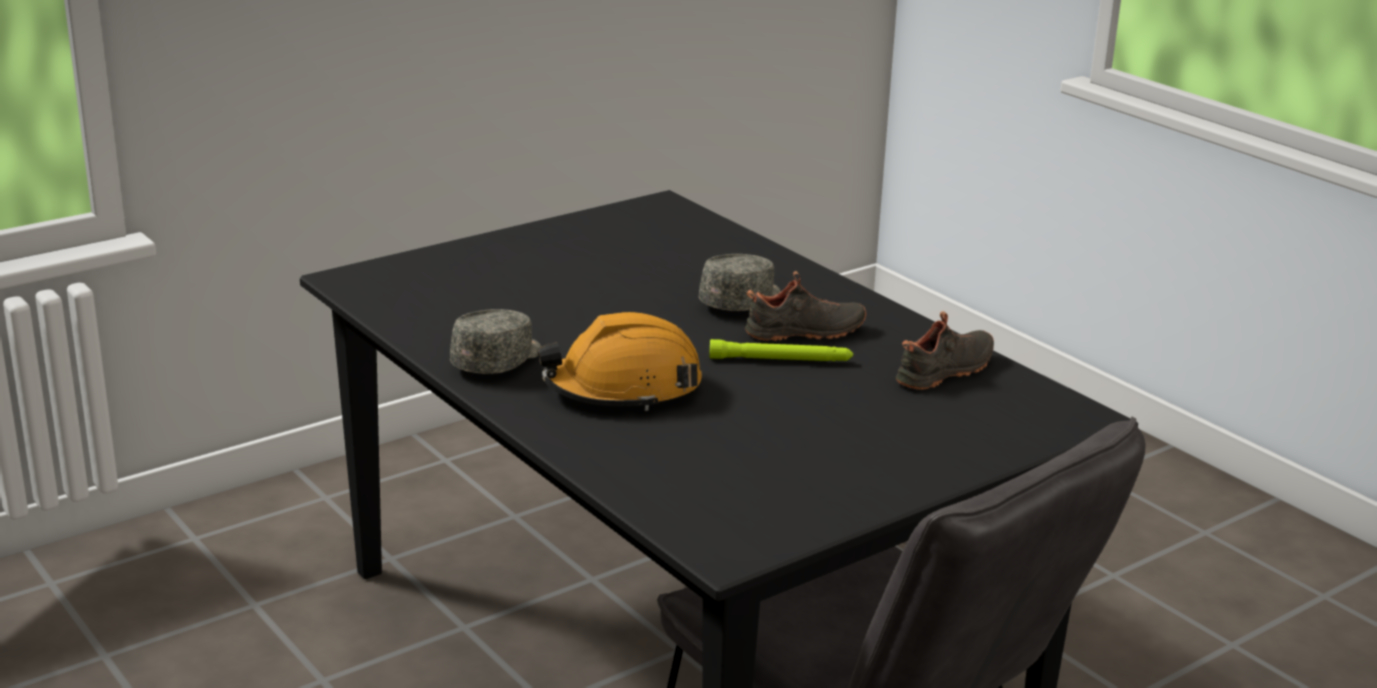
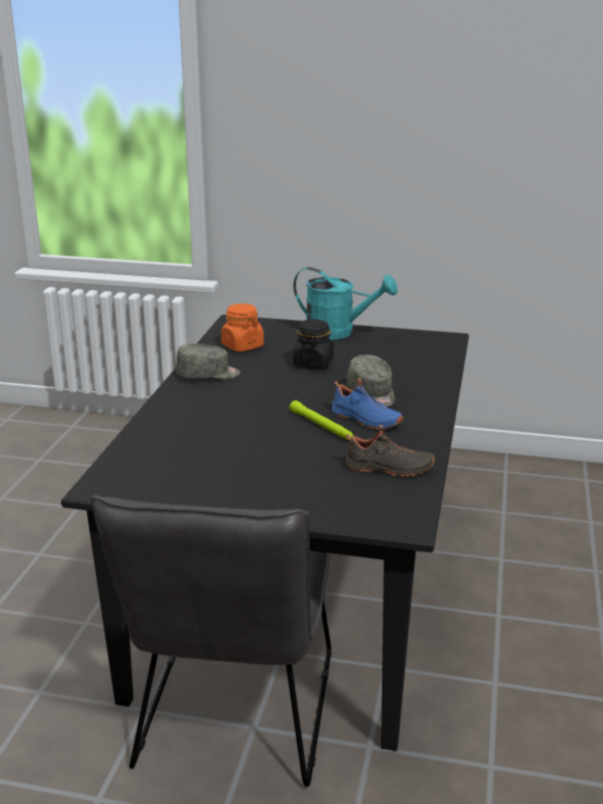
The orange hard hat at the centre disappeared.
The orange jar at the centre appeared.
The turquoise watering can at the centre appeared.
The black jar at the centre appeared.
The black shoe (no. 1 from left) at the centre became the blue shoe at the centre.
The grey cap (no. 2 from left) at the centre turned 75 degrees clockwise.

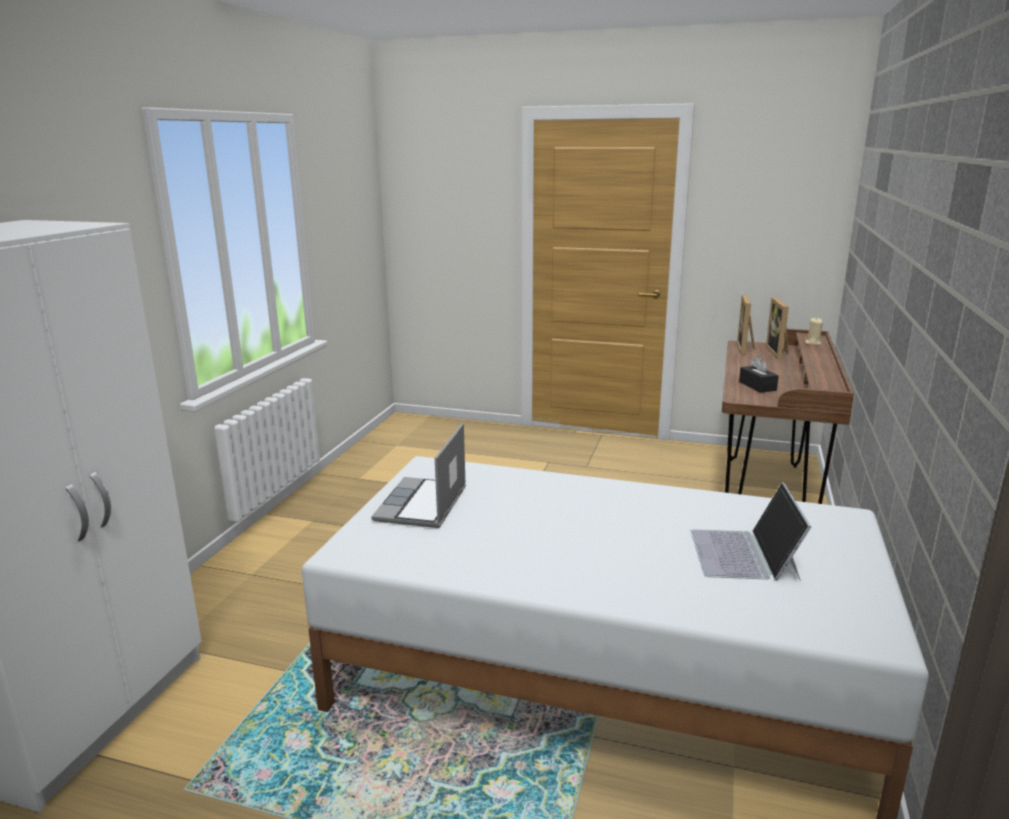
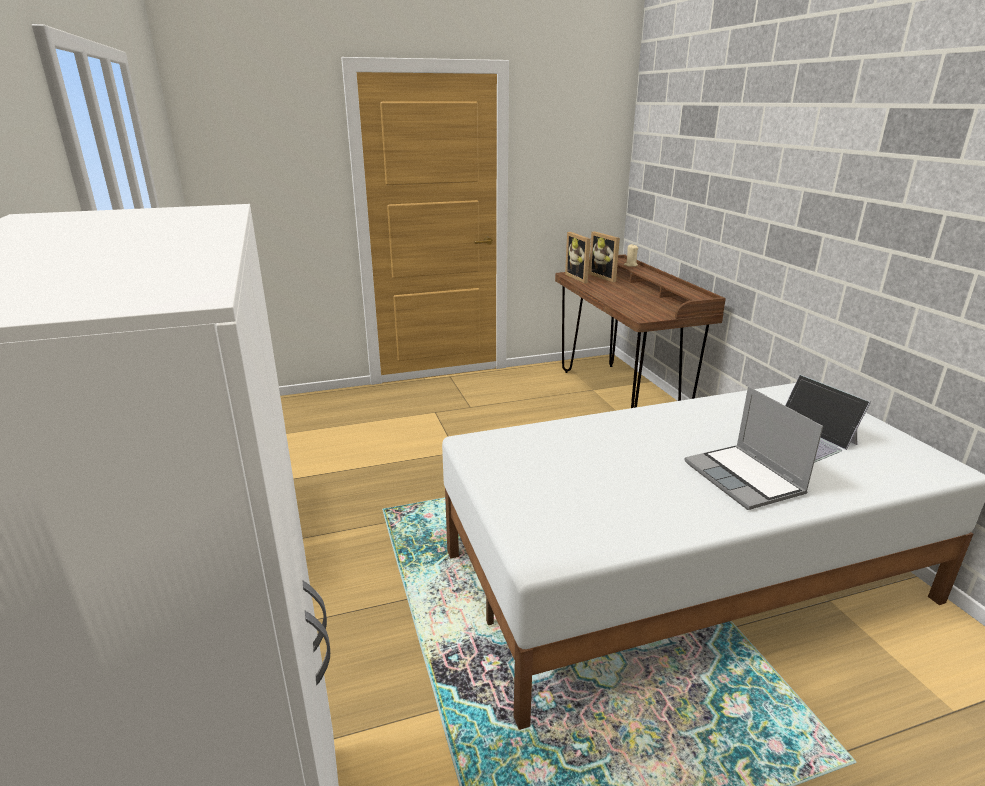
The black tissue box at the middle right disappeared.
The laptop (no. 1 from left) moved from the centre to the middle right.

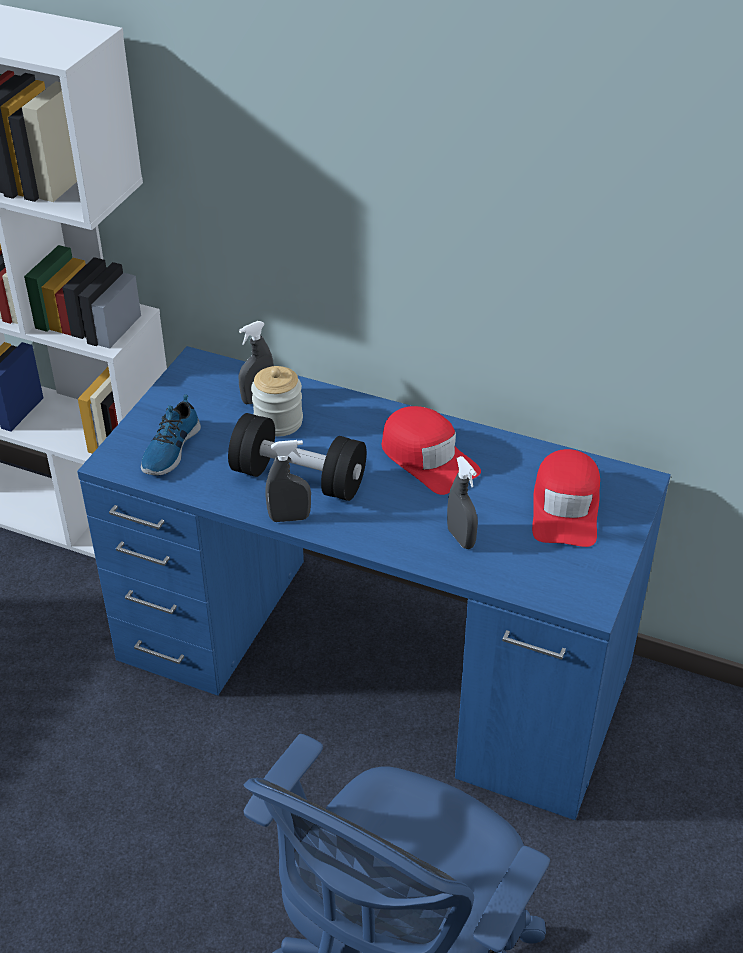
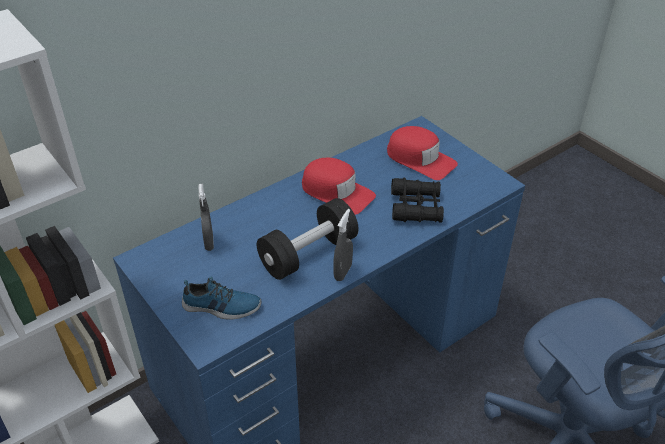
The jar at the centre disappeared.
The grey spray bottle (no. 3 from left) at the centre was replaced by the black binoculars at the centre.
The shoe at the middle left turned 45 degrees counterclockwise.
The red cap (no. 1 from left) at the centre turned 45 degrees clockwise.

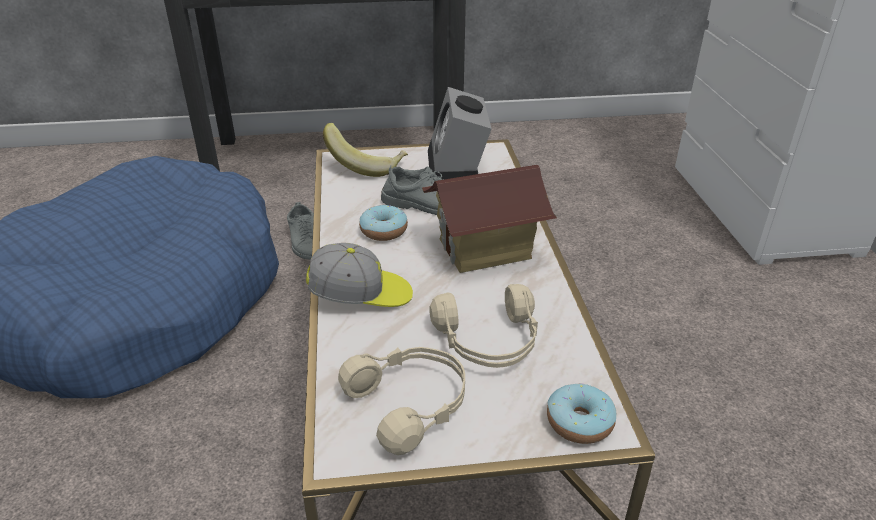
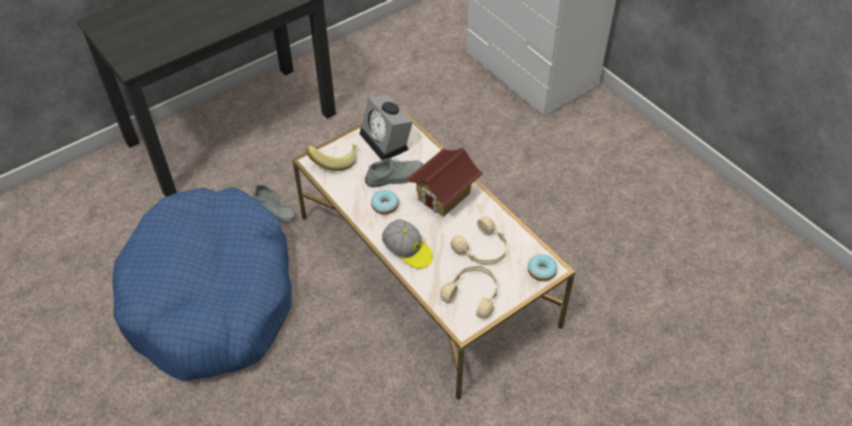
The cap at the centre turned 75 degrees clockwise.

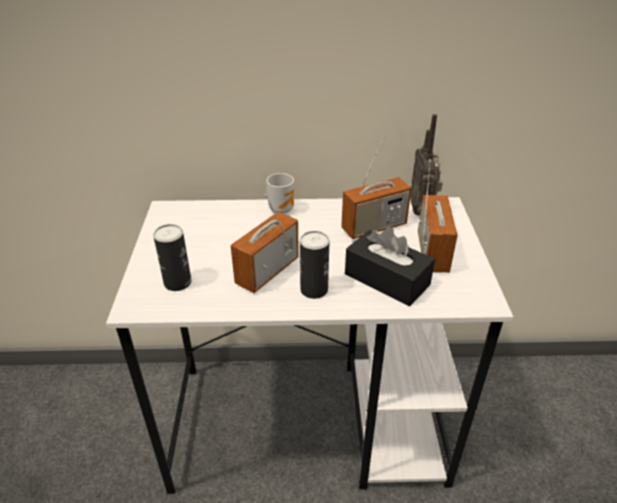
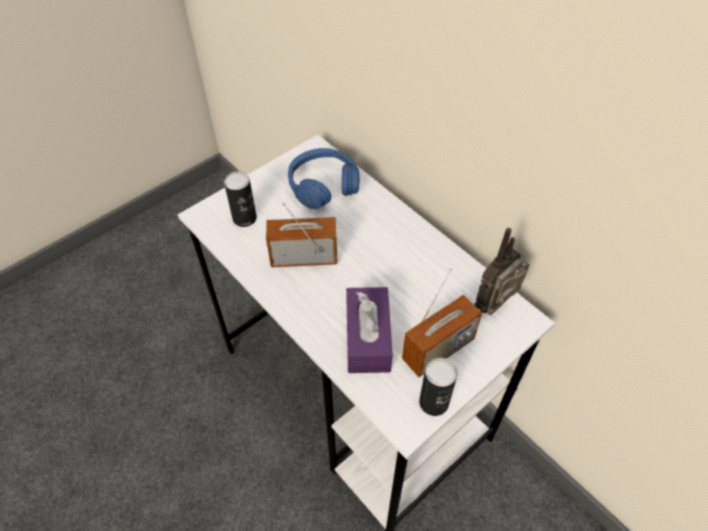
The mug at the centre disappeared.
The radio (no. 2 from left) at the centre disappeared.
The blue headphones at the centre appeared.
The can (no. 2 from left) moved from the centre to the bottom centre.
The black tissue box at the centre became the purple tissue box at the centre.

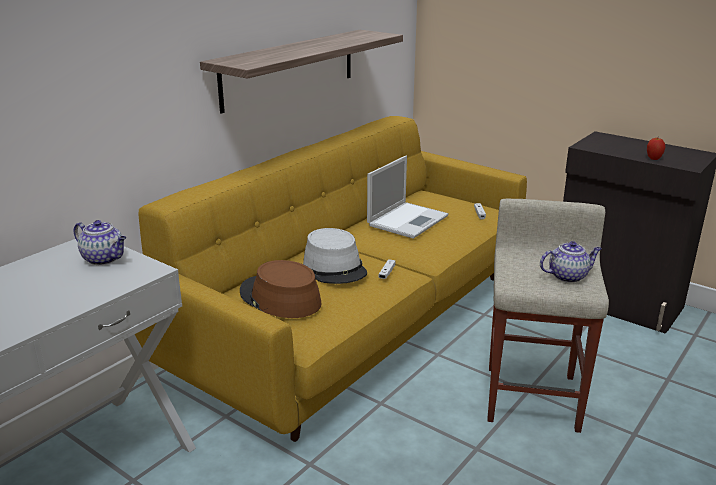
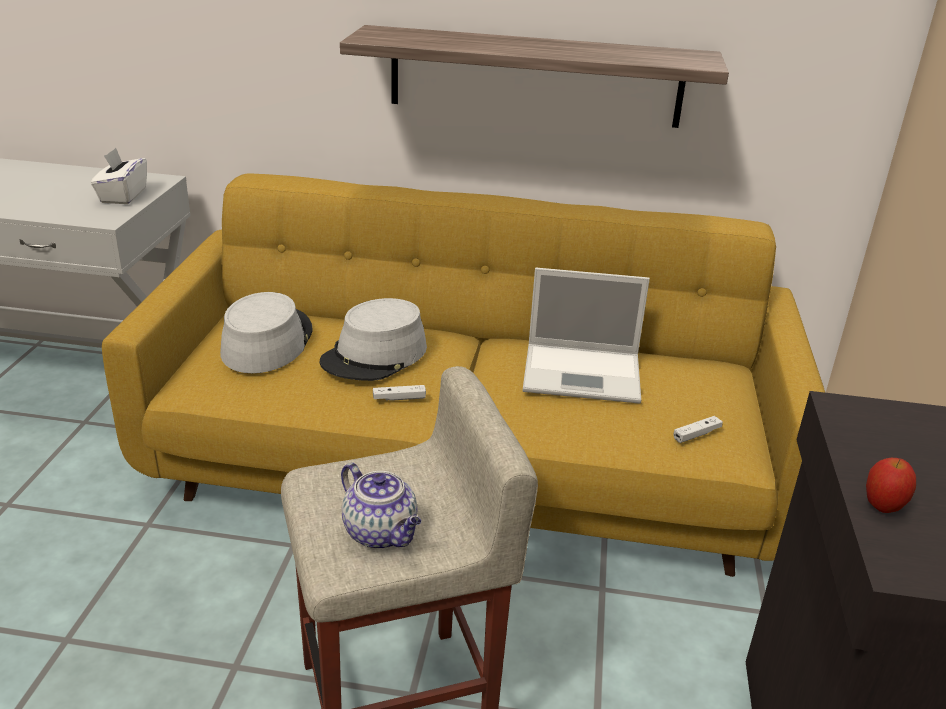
The teapot (no. 1 from left) at the middle left was replaced by the white tissue box at the top left.
The brown hat at the centre became the grey hat (no. 1 from left) at the middle left.

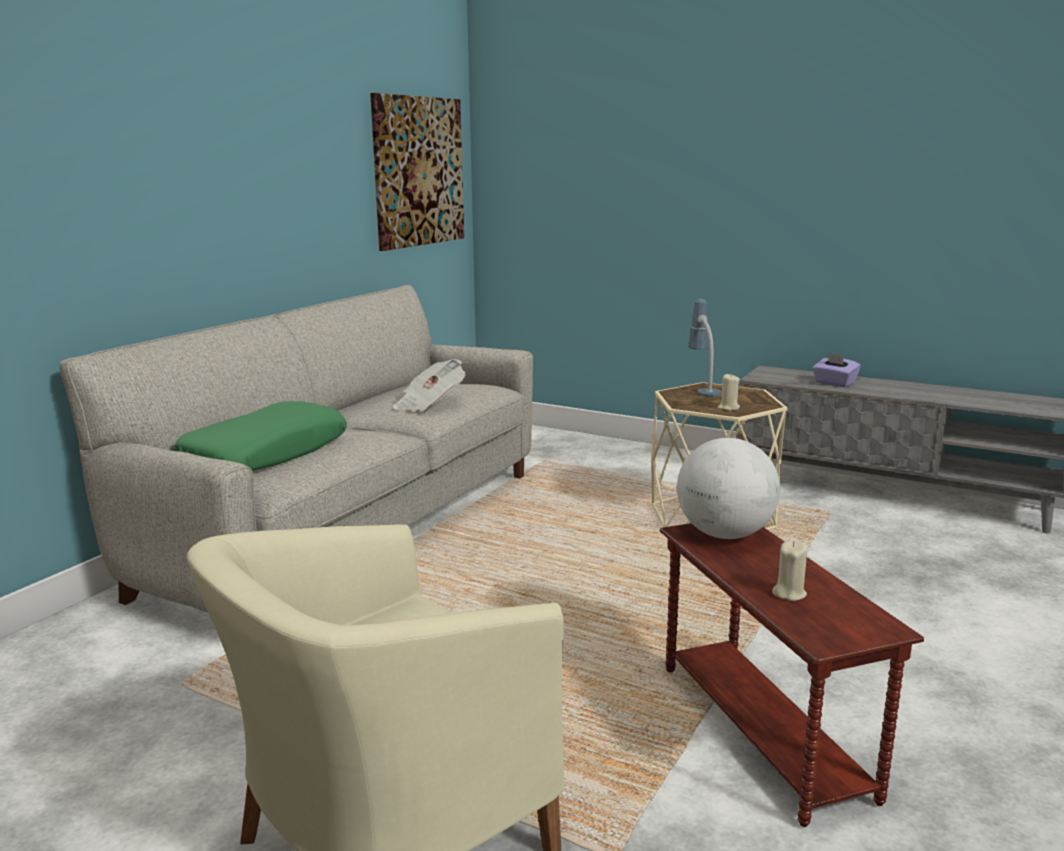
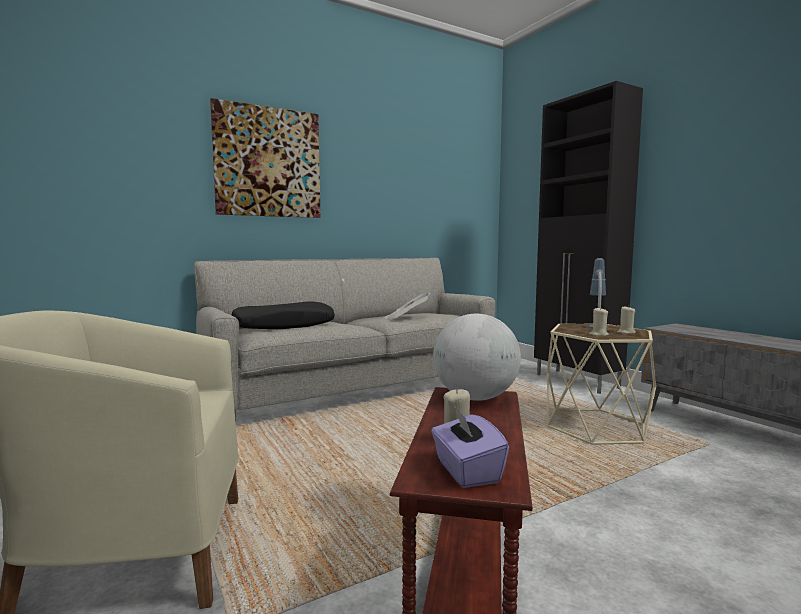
The black cabinet at the middle right appeared.
The beige candle (no. 3 from left) at the middle right appeared.
The picture moved from the top centre to the top left.
The purple tissue box moved from the middle right to the bottom centre.
The green pillow at the middle left became the black pillow at the centre.

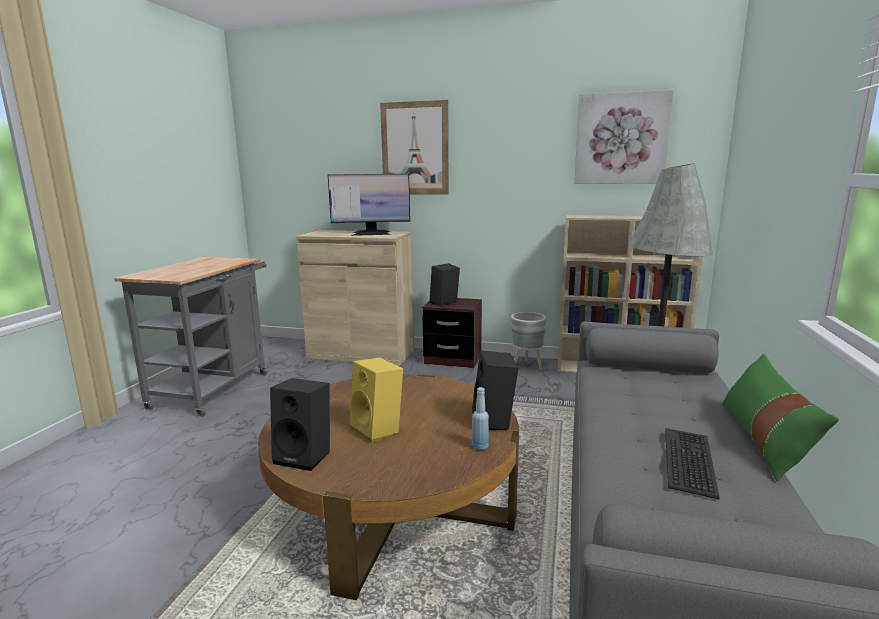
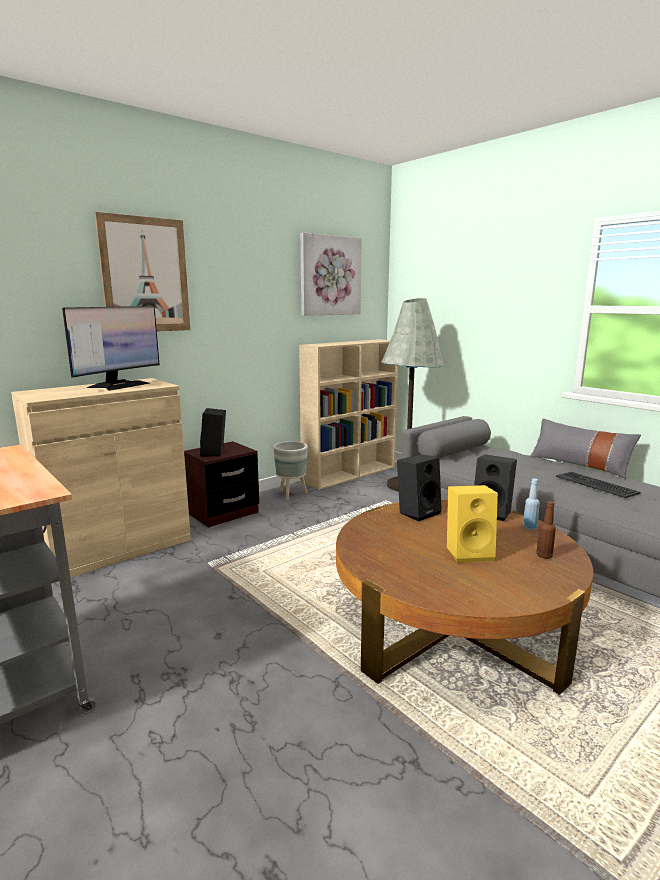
The brown bottle at the middle right appeared.
The black speaker (no. 1 from left in the first image) moved from the bottom centre to the centre.
The green pillow at the bottom right became the grey pillow at the middle right.

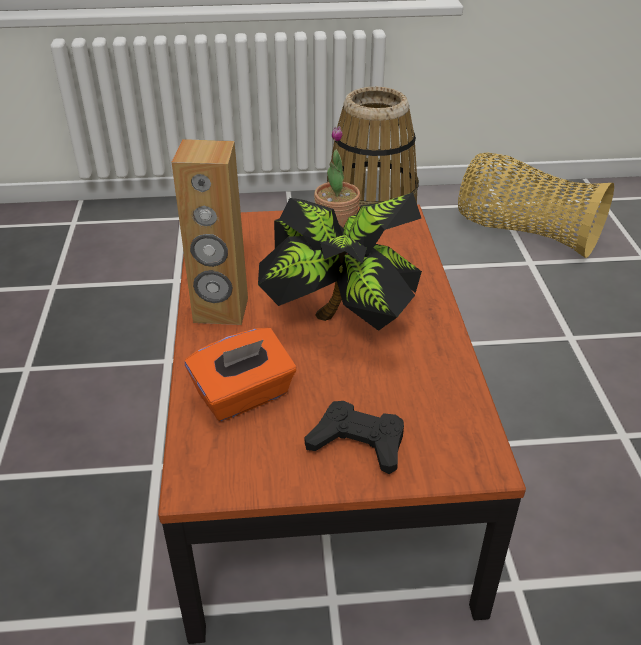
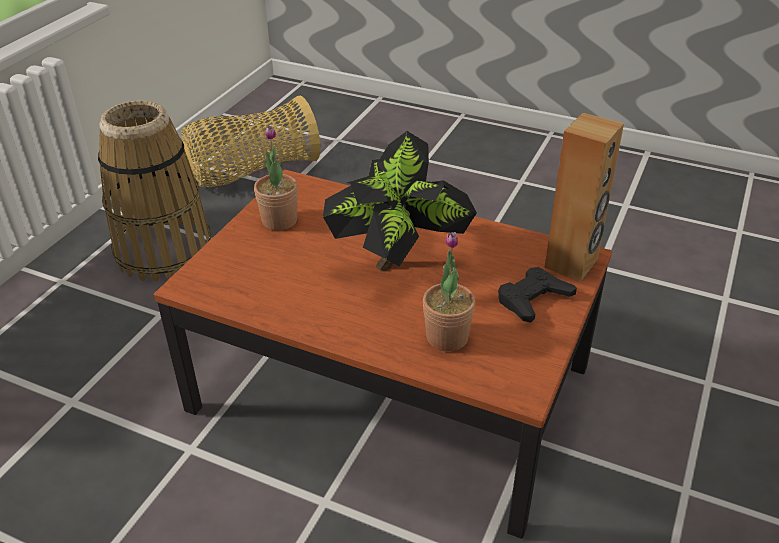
The brown speaker moved from the middle left to the middle right.
The orange tissue box at the centre was replaced by the potted plant (no. 3 from left) at the centre.

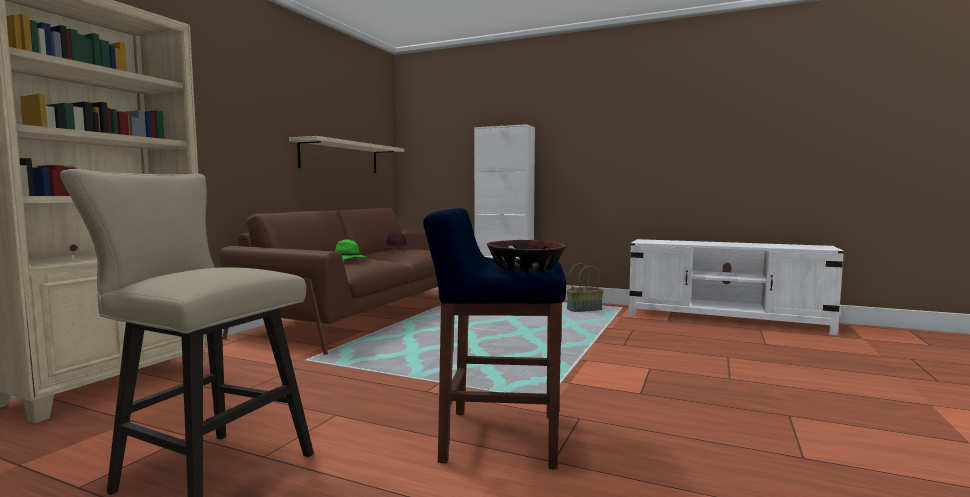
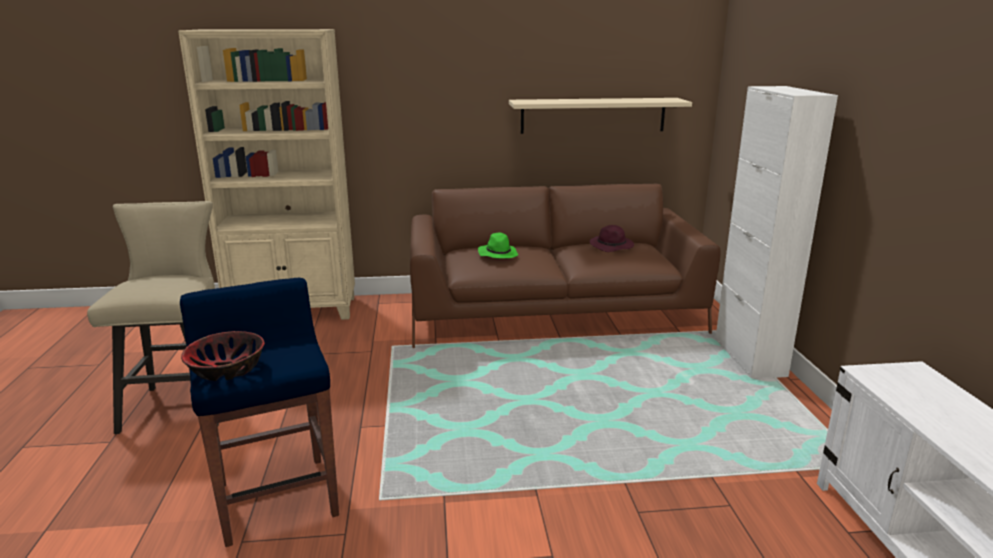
The basket at the centre disappeared.

